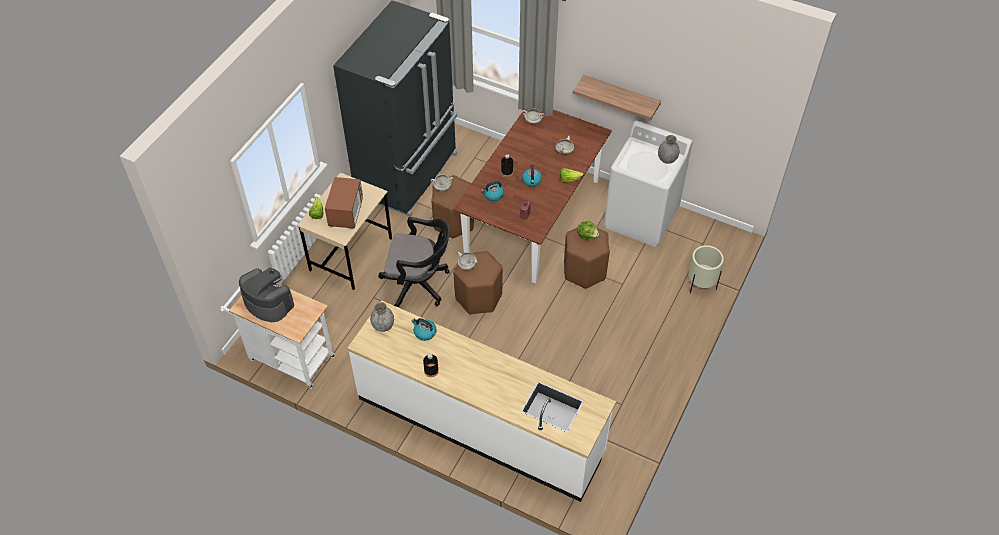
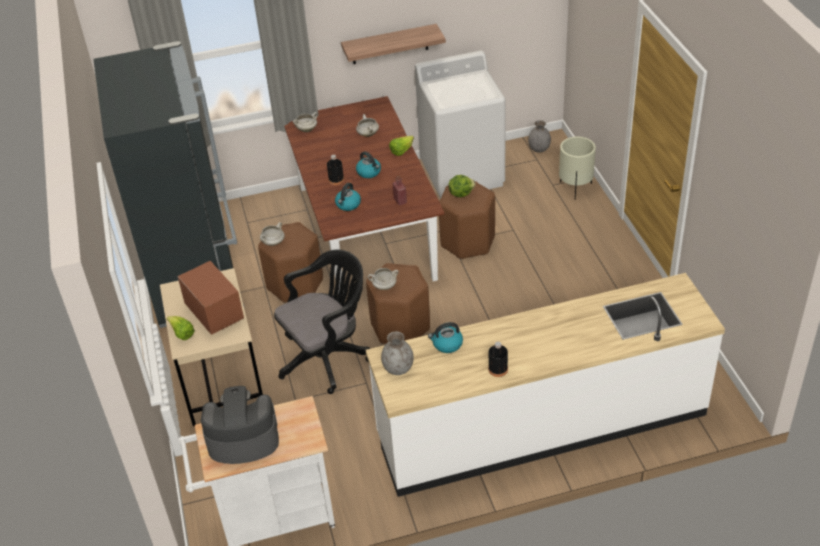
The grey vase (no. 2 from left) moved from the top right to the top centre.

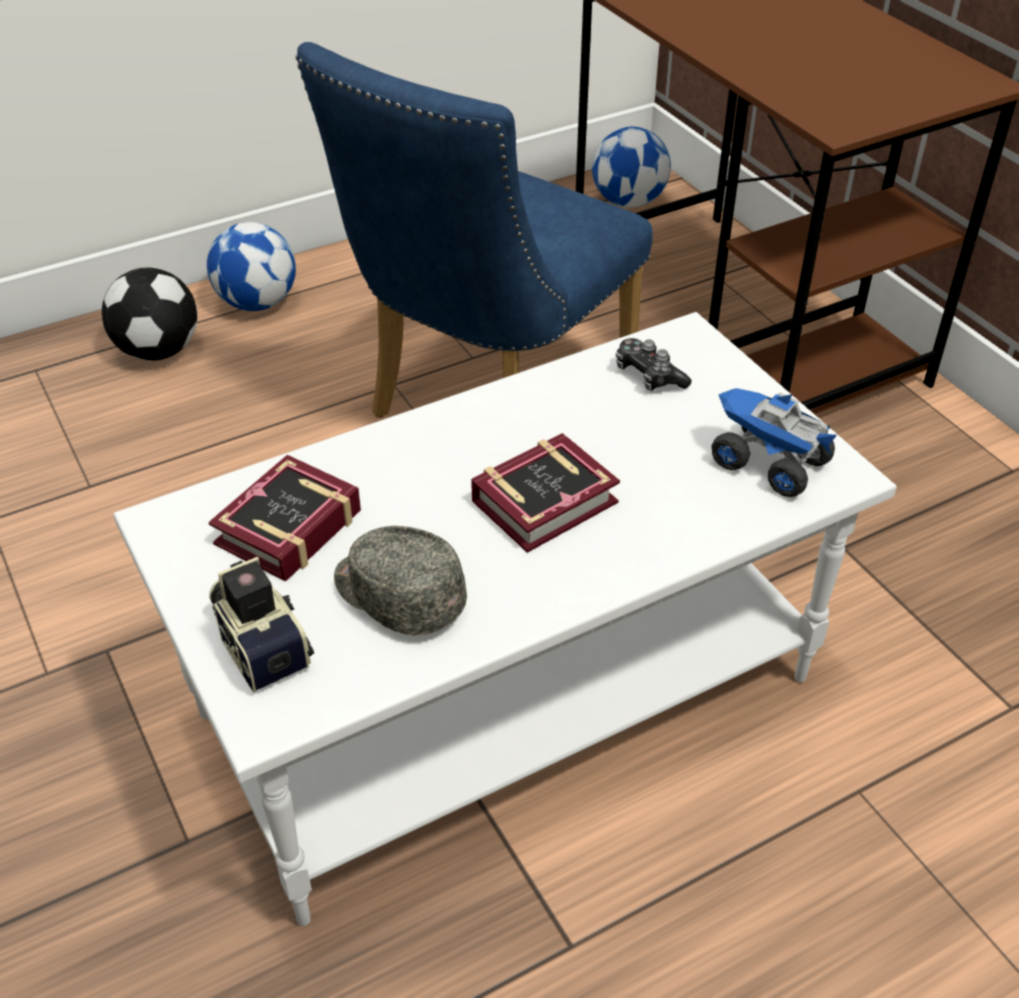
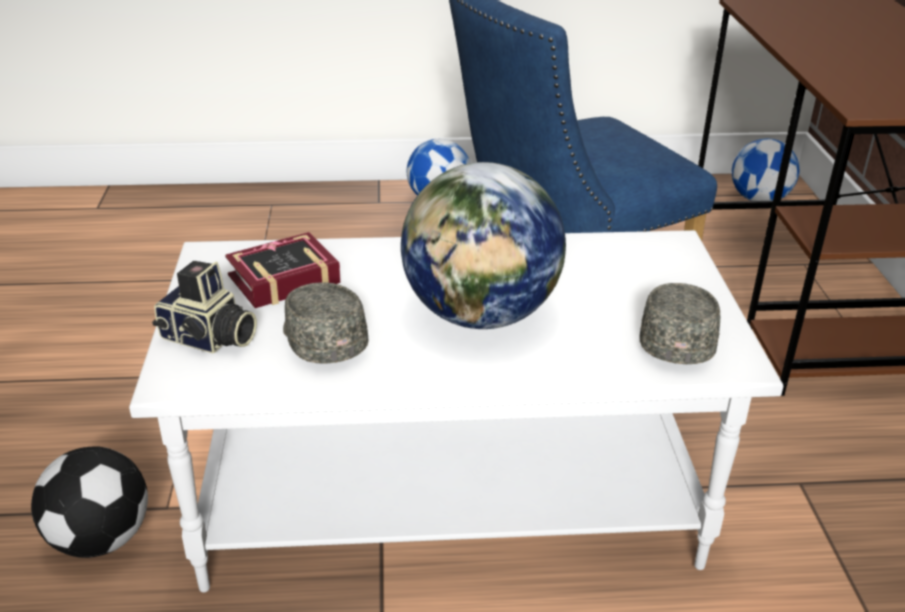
The game controller at the centre disappeared.
The football (no. 1 from left) moved from the top left to the bottom left.
The book (no. 2 from left) at the centre was replaced by the globe at the centre.
The toy truck at the middle right was replaced by the grey cap (no. 2 from left) at the middle right.
The photo camera at the middle left turned 120 degrees clockwise.

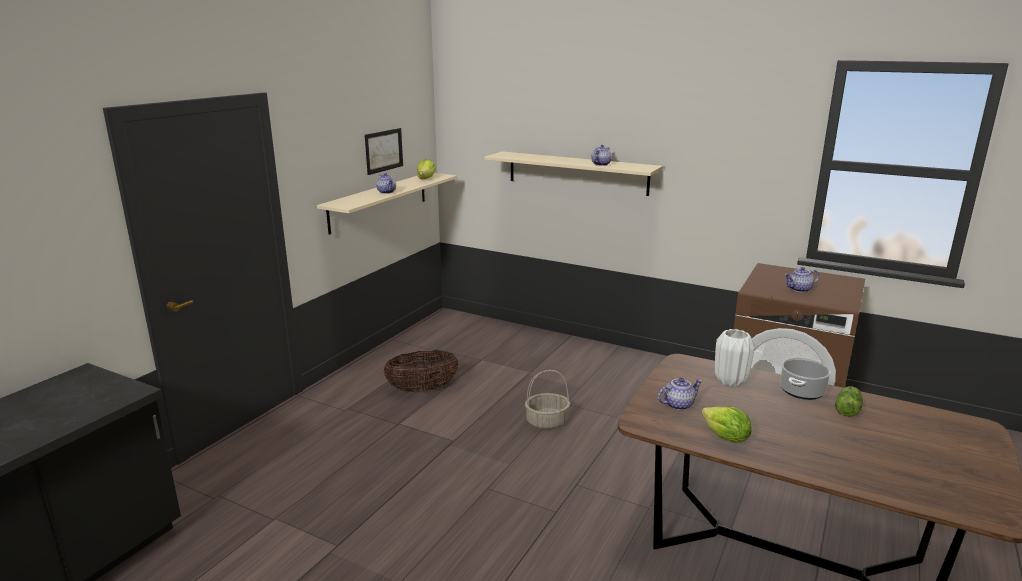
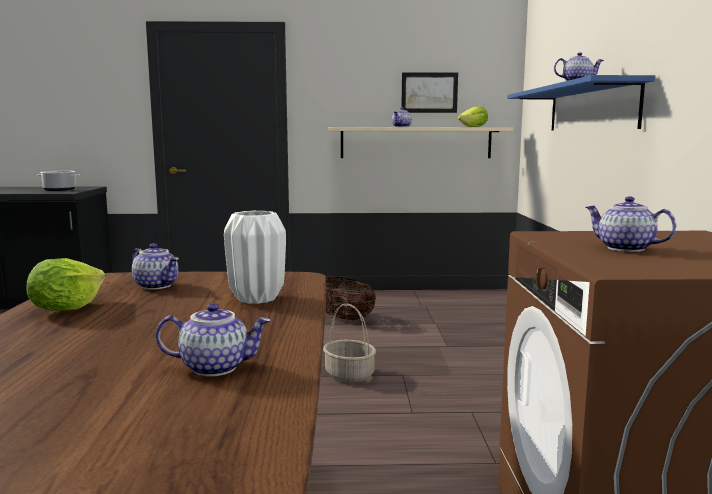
The cooking pot moved from the middle right to the middle left.
The lettuce (no. 3 from left) at the bottom right was replaced by the teapot (no. 2 from left) at the bottom left.
The beige shelf (no. 2 from left) at the top centre became the blue shelf at the top right.

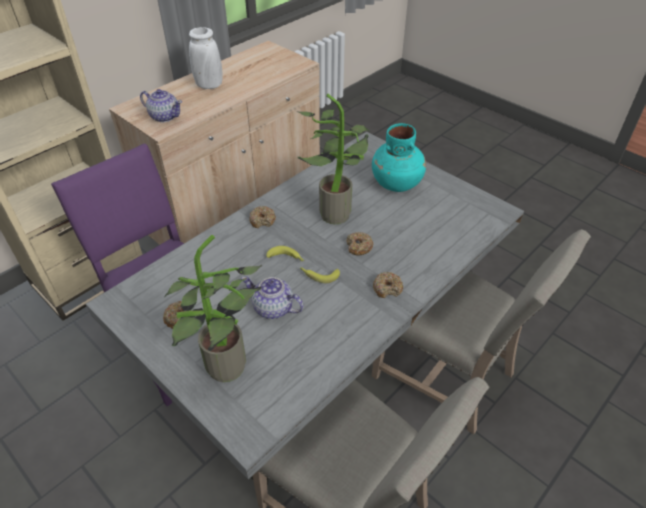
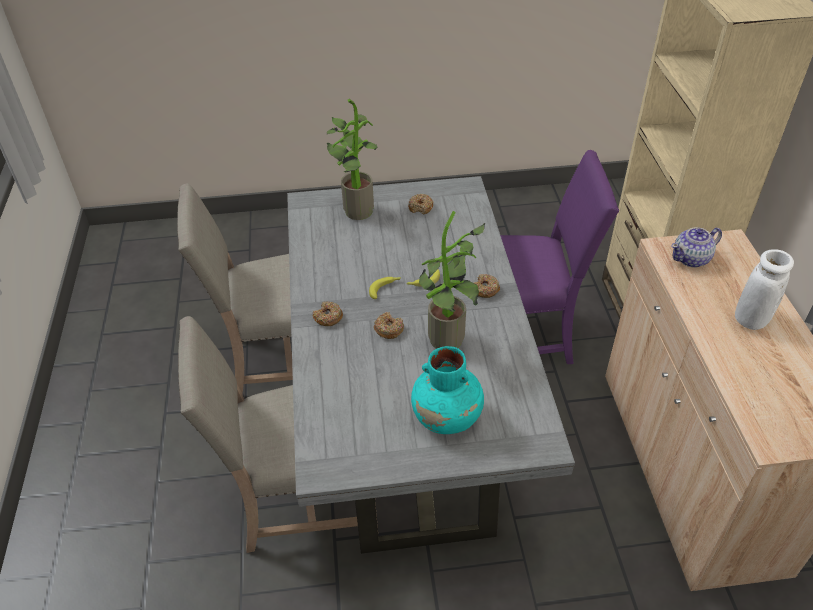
The teapot (no. 2 from left) at the centre disappeared.

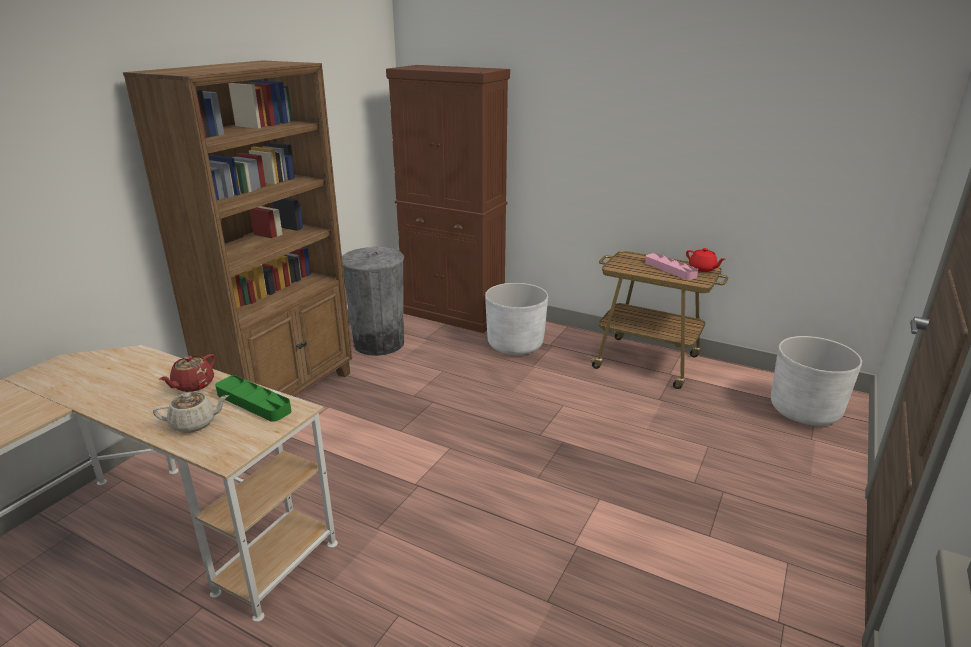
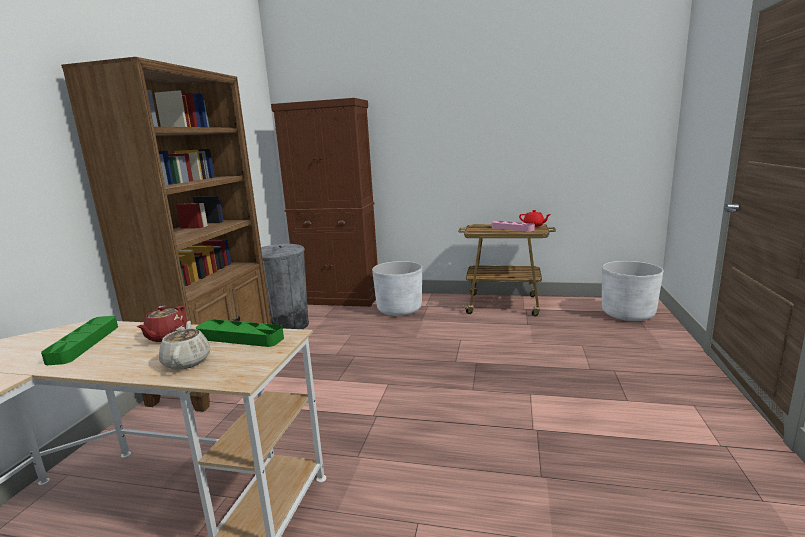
The green tray (no. 1 from left) at the middle left appeared.
The beige teapot at the middle left turned 75 degrees counterclockwise.

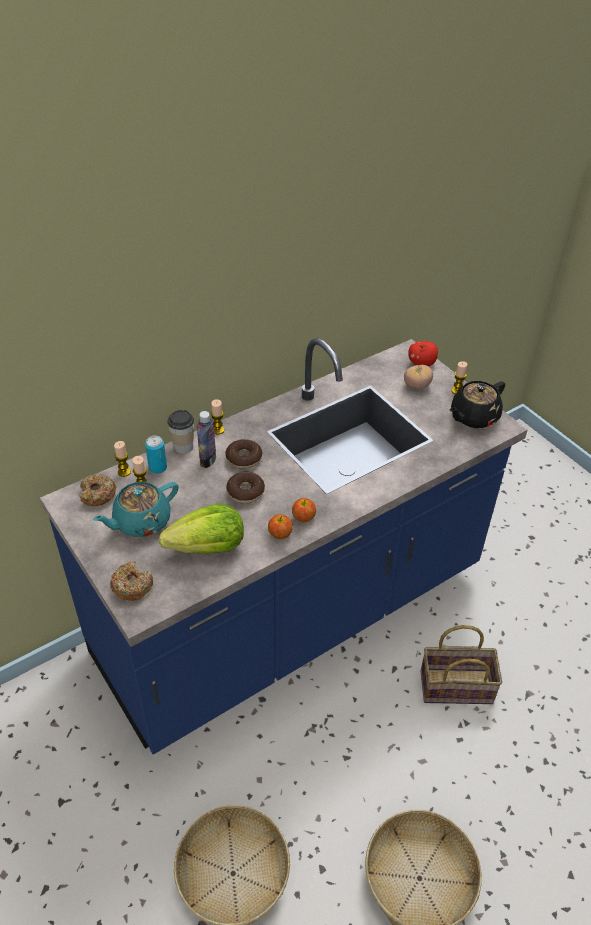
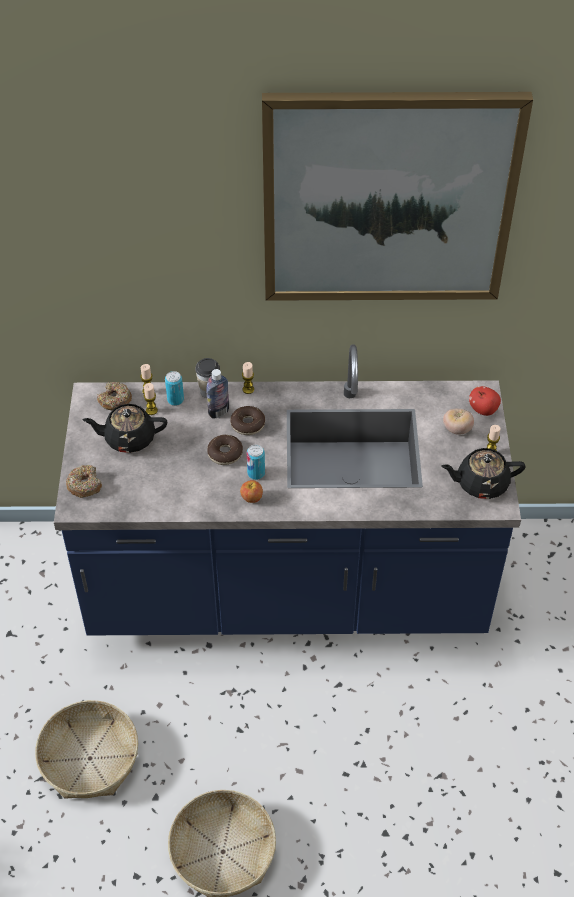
The lettuce at the centre disappeared.
The apple (no. 1 from left) at the centre disappeared.
The basket (no. 3 from left) at the bottom right disappeared.
The can (no. 2 from left) at the centre appeared.
The picture at the top right appeared.
The turquoise teapot at the middle left became the black teapot (no. 1 from left) at the middle left.

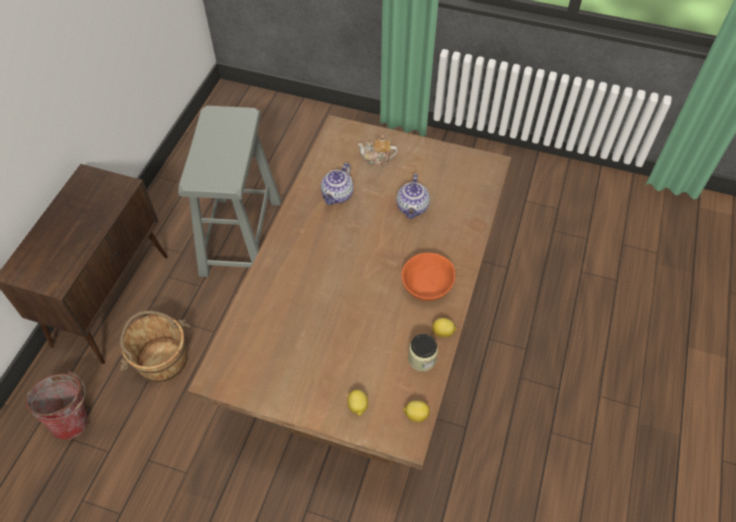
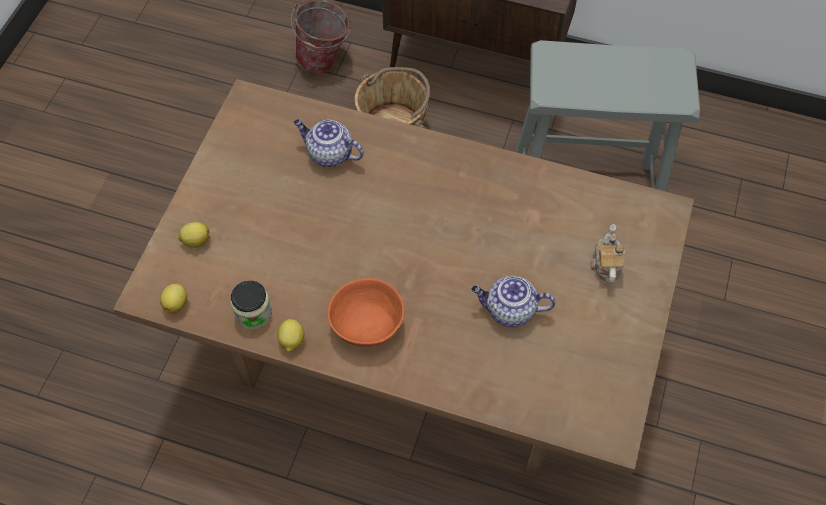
The teapot (no. 1 from left) moved from the centre to the top centre.

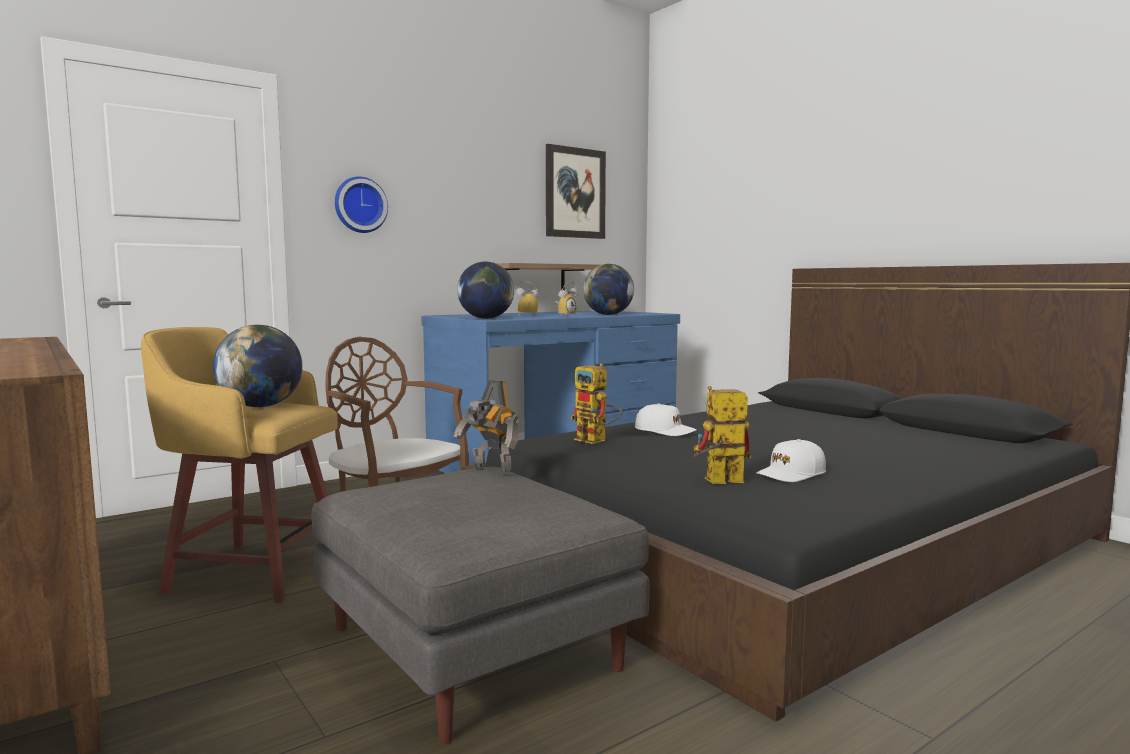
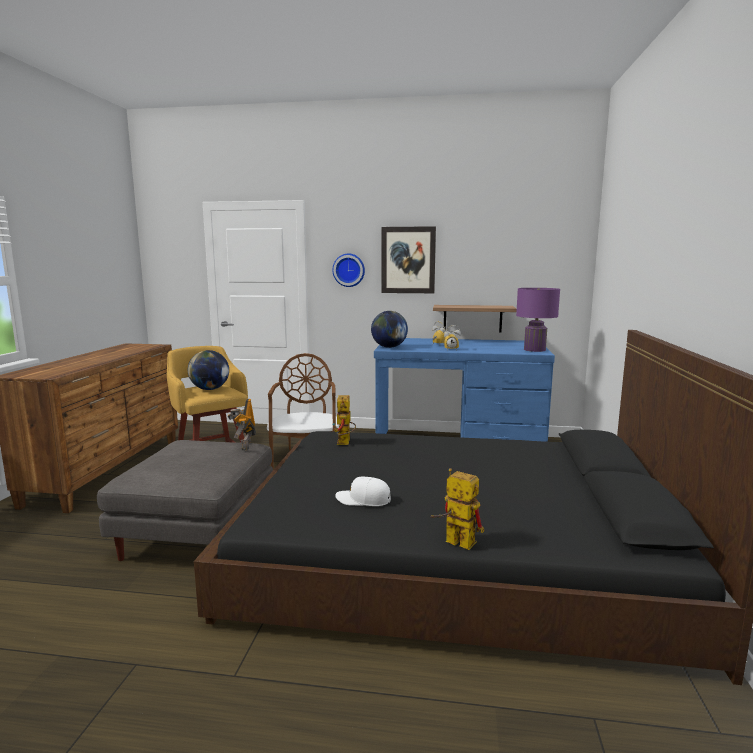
The globe (no. 3 from left) at the centre disappeared.
The white cap (no. 1 from left) at the centre disappeared.
The purple table lamp at the middle right appeared.
The picture moved from the top centre to the centre.
The toy robot (no. 3 from left) moved from the centre to the bottom centre.

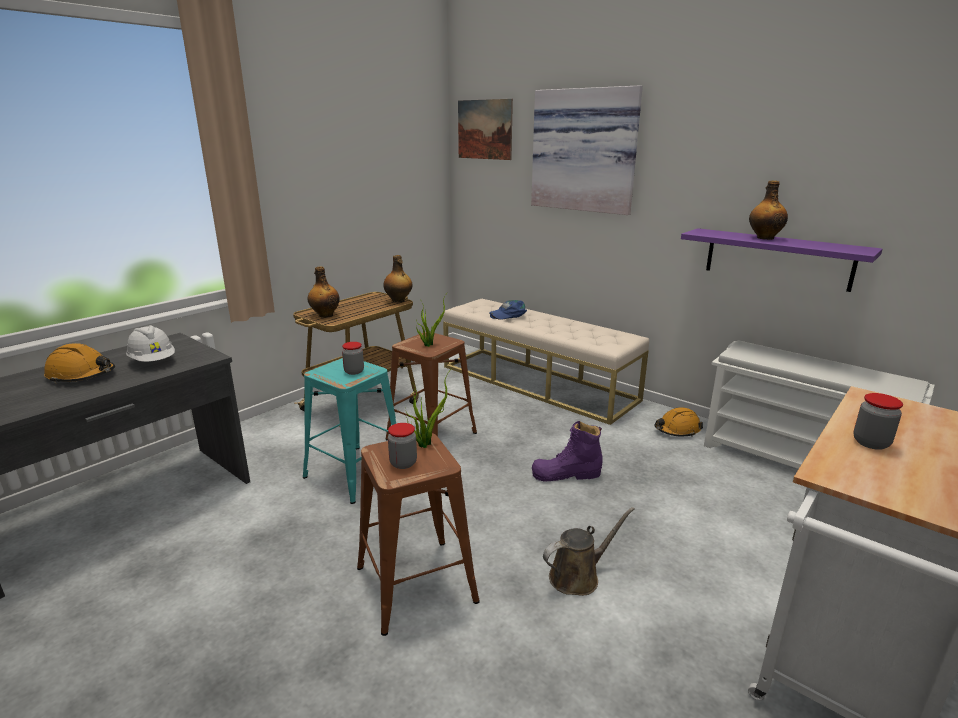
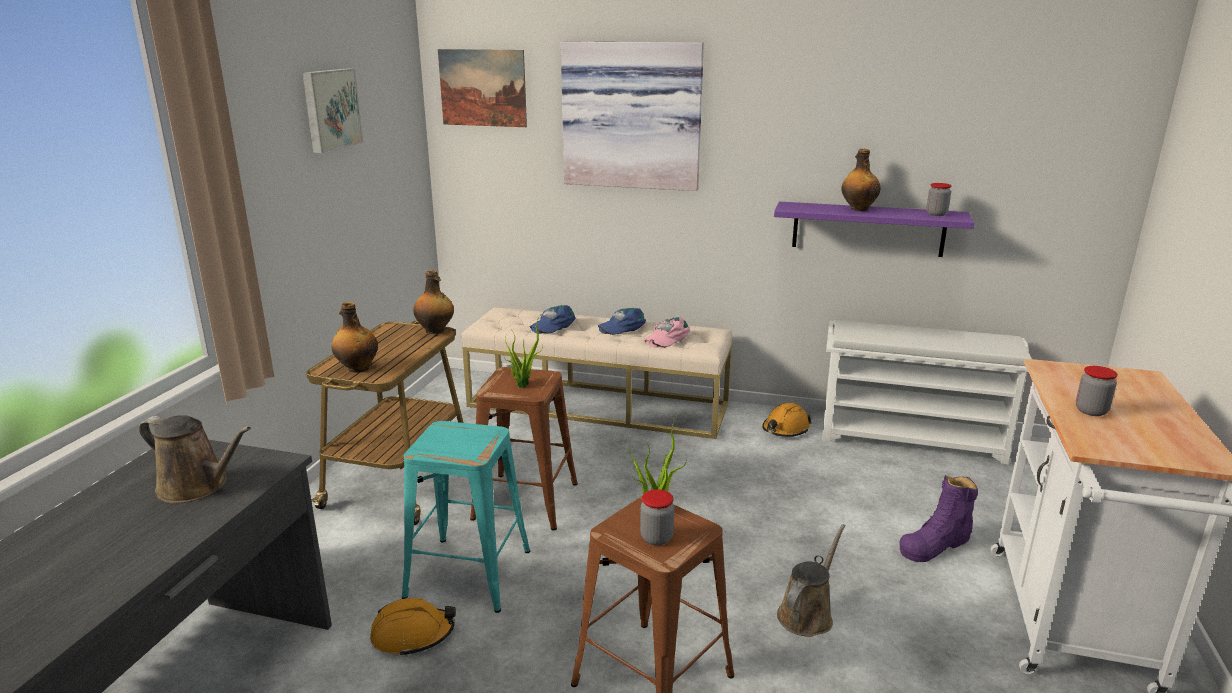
The picture (no. 1 from left) at the top left appeared.
The blue cap (no. 2 from left) at the centre appeared.
The pink cap at the centre appeared.
The orange hard hat (no. 1 from left) moved from the middle left to the bottom centre.
The jar (no. 1 from left in the first image) moved from the centre to the top right.
The purple boot moved from the centre to the bottom right.
The white hard hat at the middle left was replaced by the brown watering can (no. 1 from left) at the middle left.

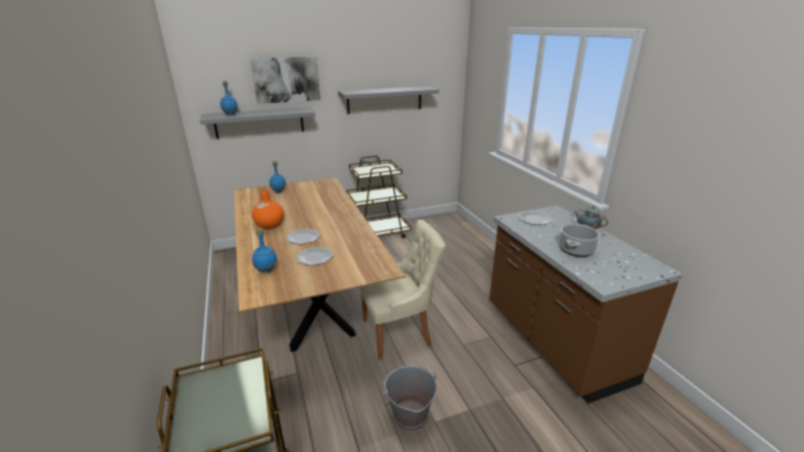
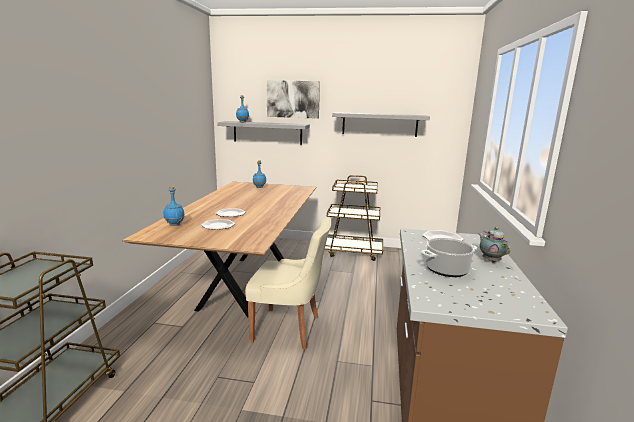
The orange vase at the centre disappeared.
The grey bucket at the bottom centre disappeared.

